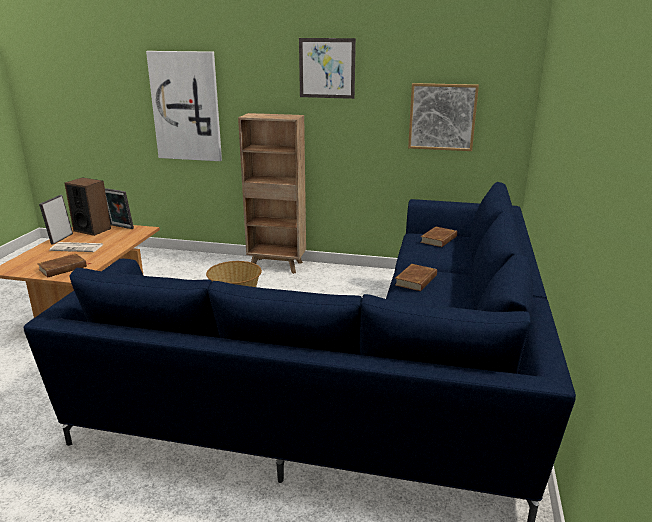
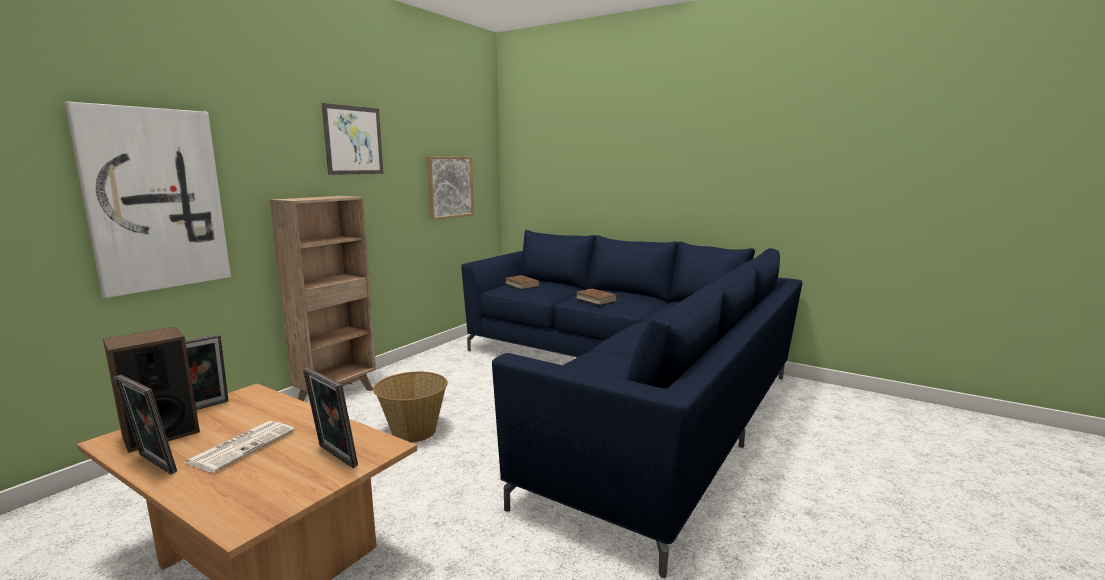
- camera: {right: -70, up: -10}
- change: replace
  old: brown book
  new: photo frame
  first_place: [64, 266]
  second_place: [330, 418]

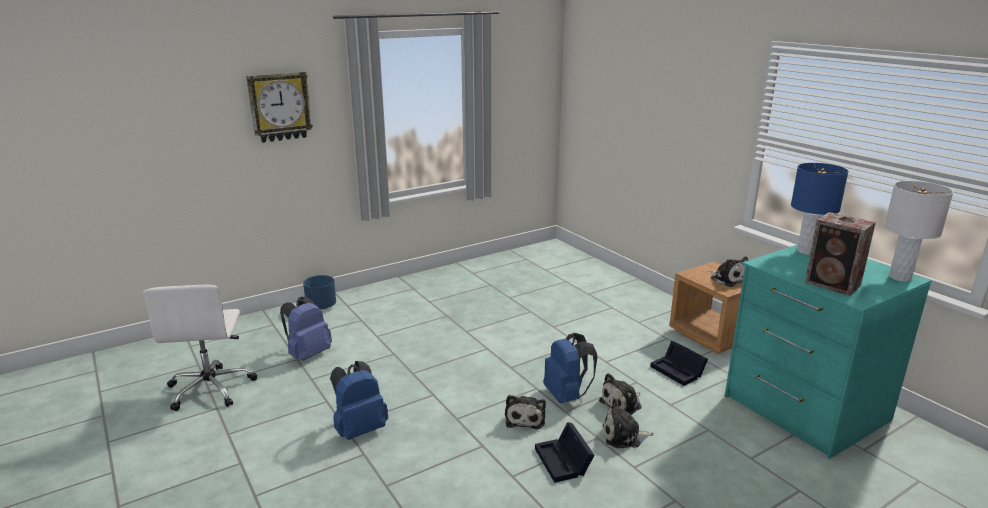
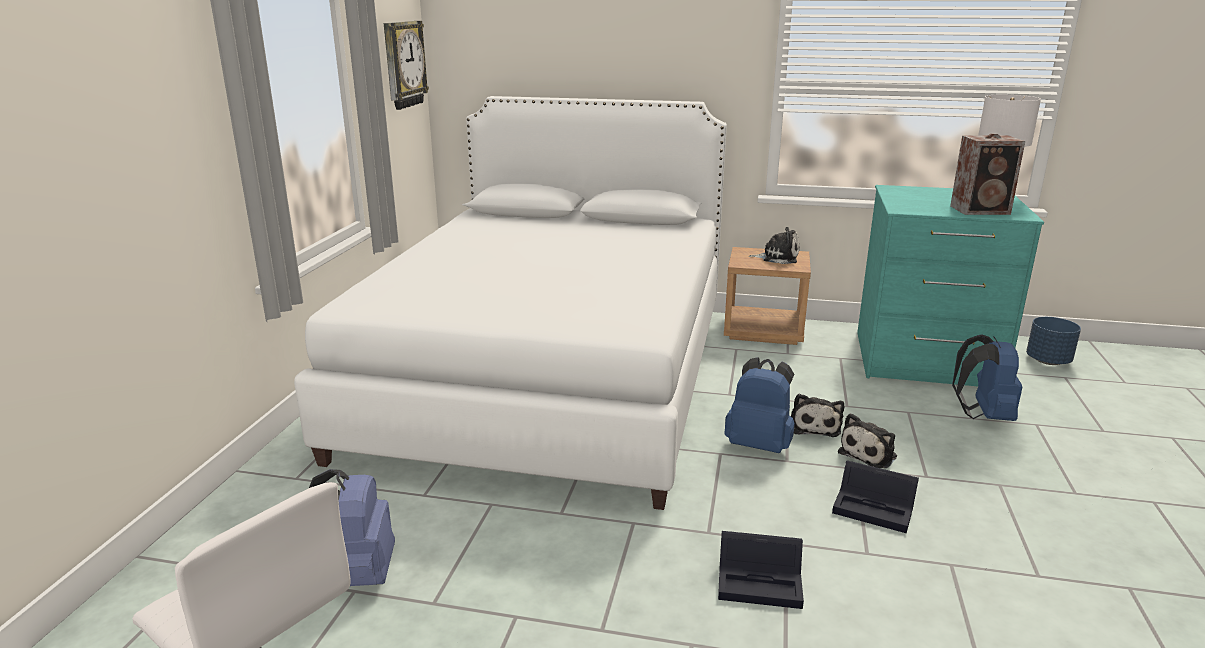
- camera: {right: -45, up: 0}
- change: insert
  new: white bed
  second_place: [510, 303]
- change: move
  old: wall clock
  first_place: [279, 107]
  second_place: [406, 65]
- change: move
  old: blackish storage box
  first_place: [679, 363]
  second_place: [761, 570]
- change: move
  old: blue-coloured backpack
  first_place: [359, 400]
  second_place: [987, 377]
- change: move
  old: blue-coloured plant pot
  first_place: [319, 292]
  second_place: [1053, 341]
- change: delete
  old: plush toy
  first_place: [525, 412]
- change: delete
  old: blue-coloured lamp for a table
  first_place: [819, 209]

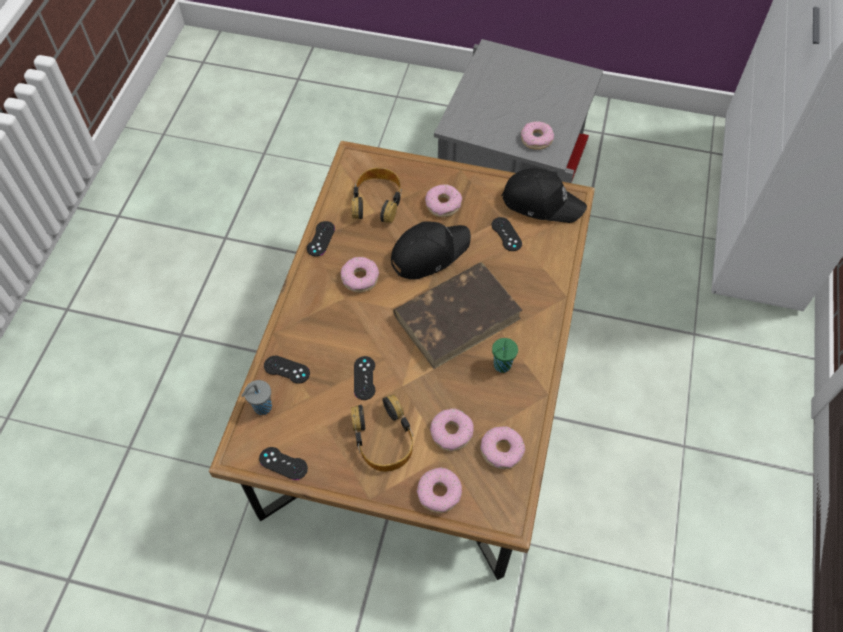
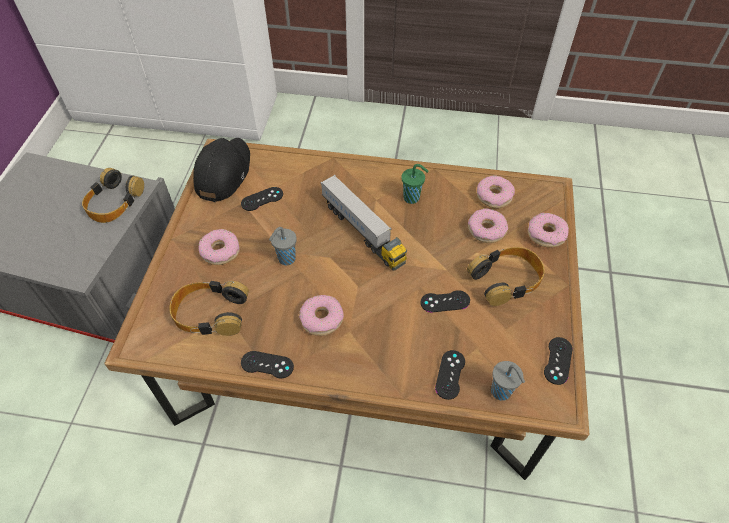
- camera: {right: -95, up: -5}
- change: replace
  old: donut
  new: pair of headphones
  first_place: [537, 135]
  second_place: [113, 195]
- change: replace
  old: blackish baseball cap
  new: gray drinking cup
  first_place: [431, 251]
  second_place: [283, 246]
- change: replace
  old: brown book
  new: model truck
  first_place: [457, 315]
  second_place: [363, 223]

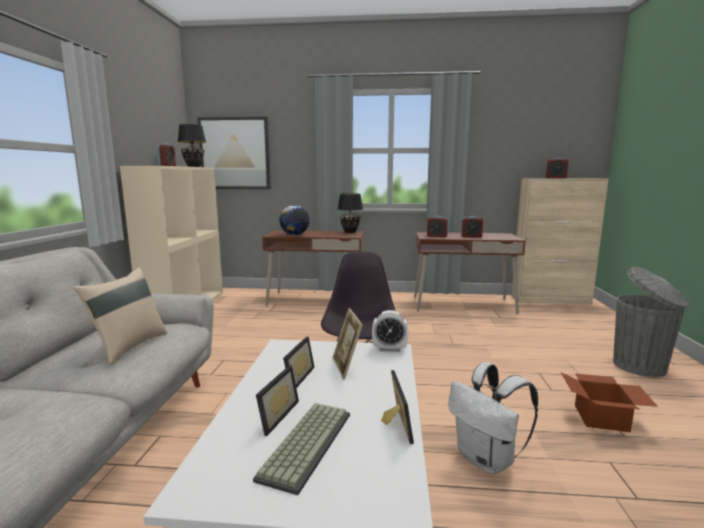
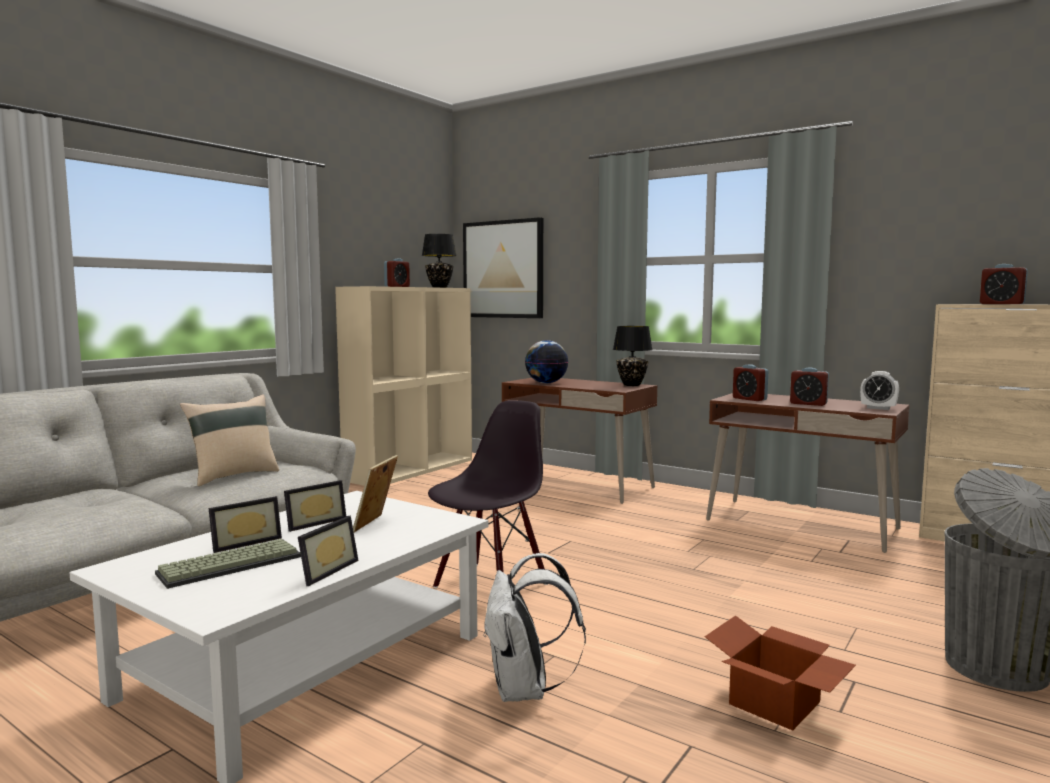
- camera: {right: 30, up: -5}
- change: move
  old: alarm clock
  first_place: [390, 331]
  second_place: [879, 390]

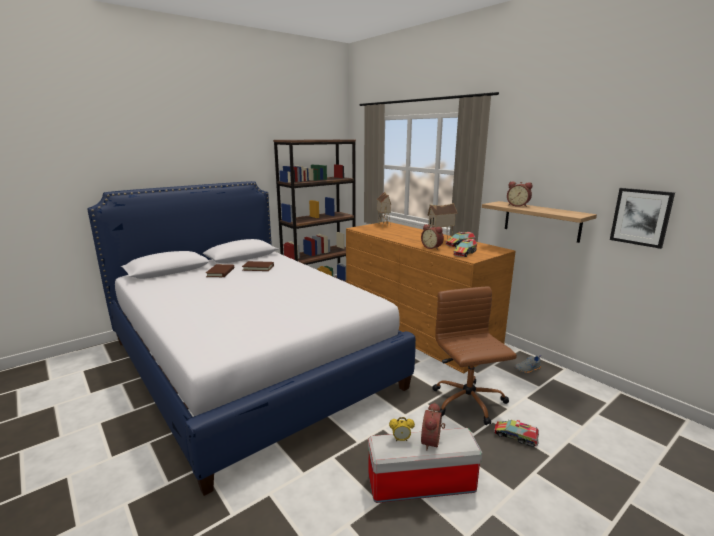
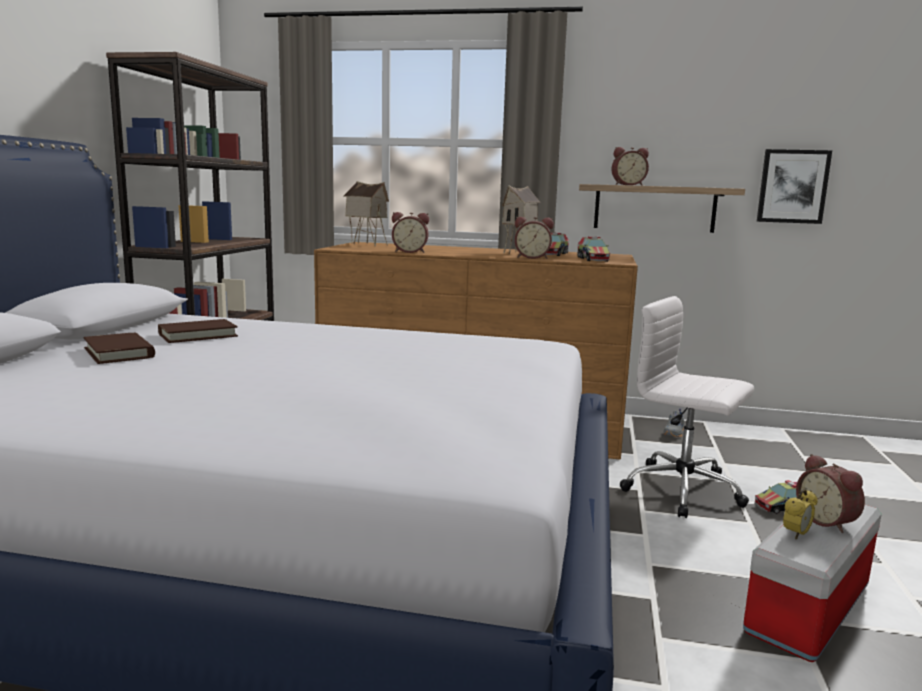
- camera: {right: -40, up: -5}
- change: insert
  new: alarm clock
  second_place: [410, 232]
- change: recolor
  old: brown computer chair
  new: white computer chair
  first_place: [475, 356]
  second_place: [687, 407]

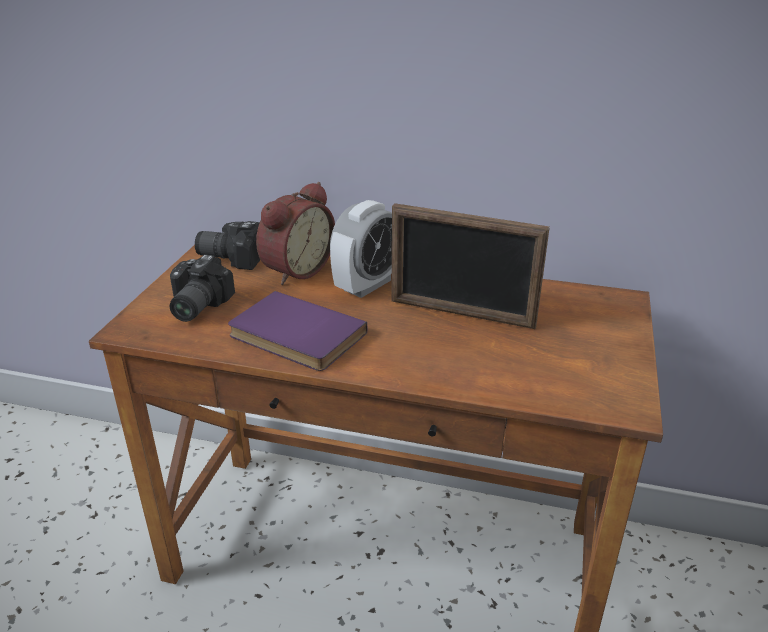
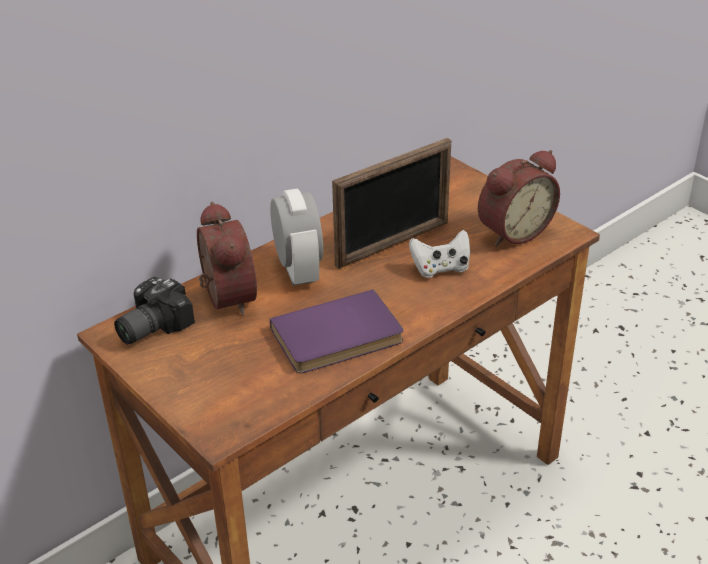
- camera: {right: -55, up: 5}
- change: insert
  new: white game controller
  second_place: [439, 254]
- change: insert
  new: alarm clock
  second_place: [519, 198]
- change: delete
  old: photo camera
  first_place: [202, 288]

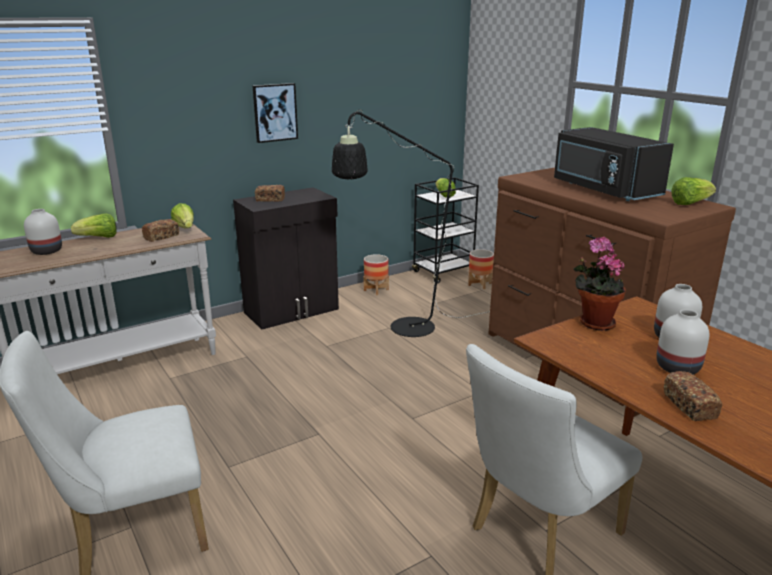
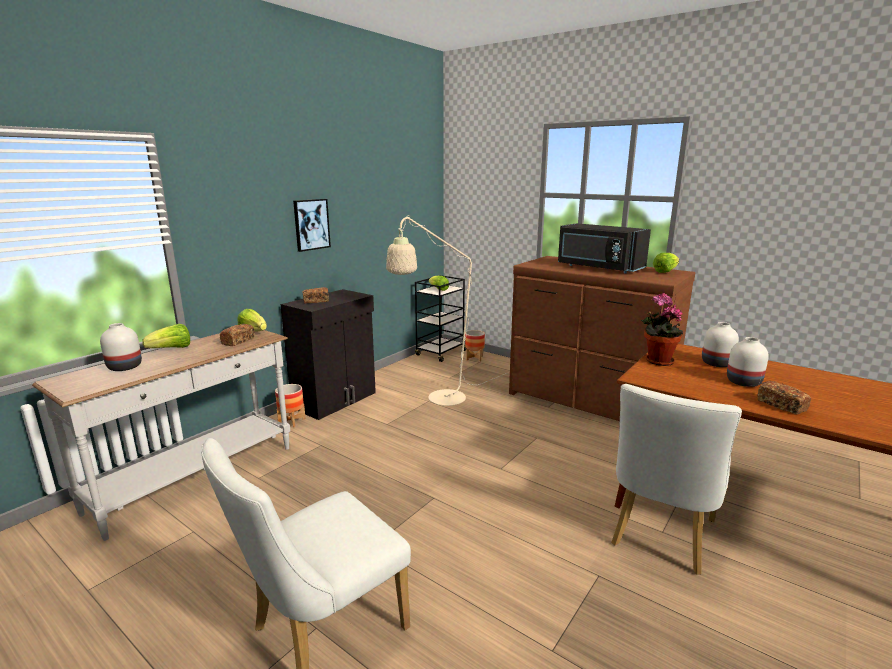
- camera: {right: -20, up: -5}
- change: move
  old: plant pot
  first_place: [376, 274]
  second_place: [290, 406]
- change: recolor
  old: blackish standard lamp
  new: beige-coloured standard lamp
  first_place: [411, 223]
  second_place: [447, 310]

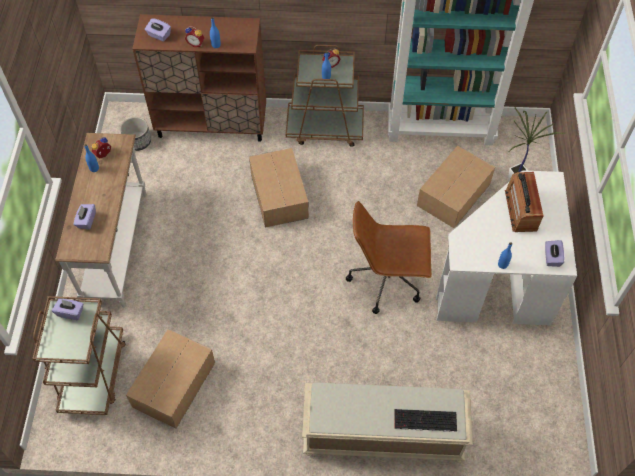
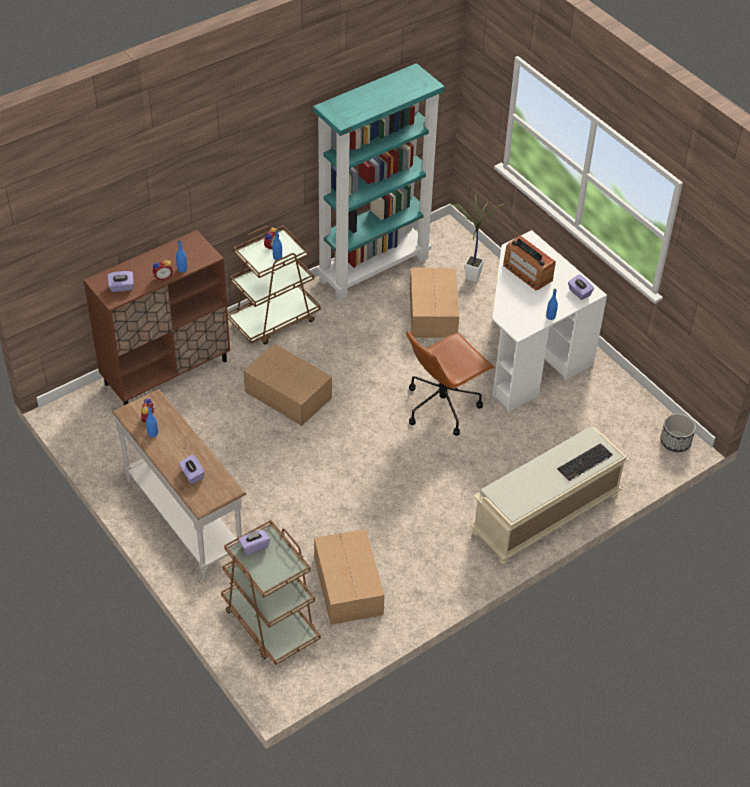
- camera: {right: -40, up: -10}
- change: move
  old: plant pot
  first_place: [135, 134]
  second_place: [678, 433]

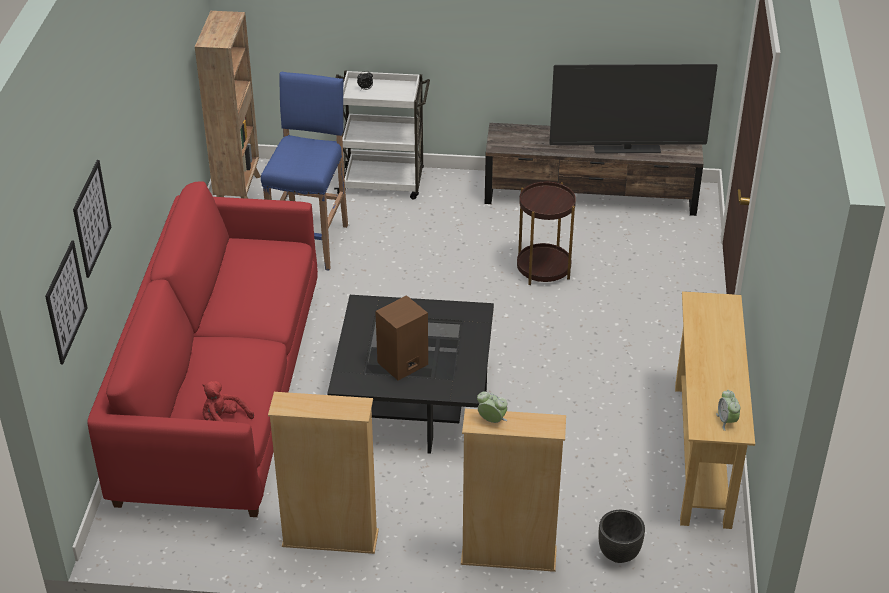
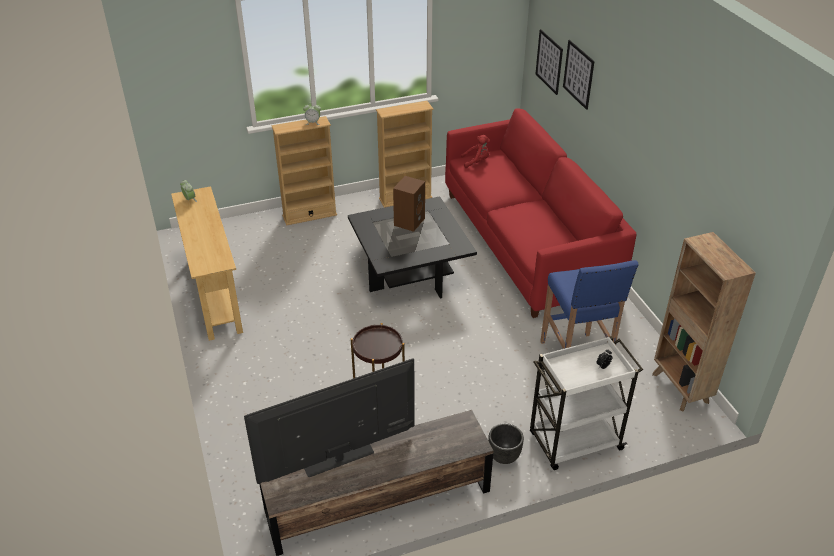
- camera: {right: 155, up: 0}
- change: move
  old: blackish plant pot
  first_place: [622, 536]
  second_place: [506, 443]

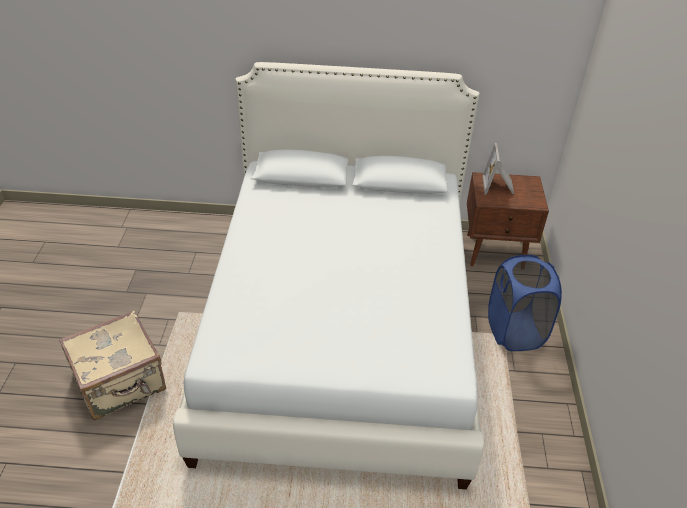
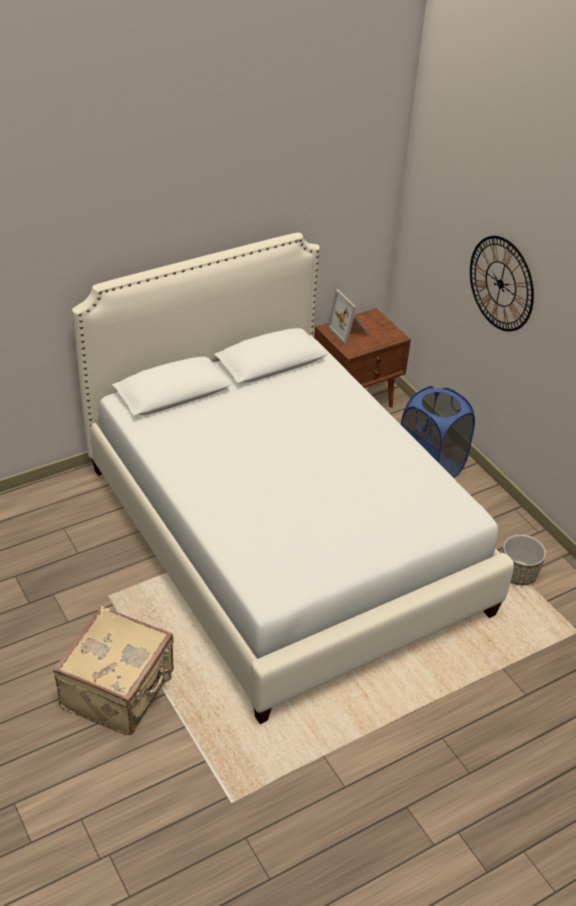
- camera: {right: -35, up: 0}
- change: insert
  new: wall clock
  second_place: [502, 284]
- change: insert
  new: plant pot
  second_place: [524, 560]

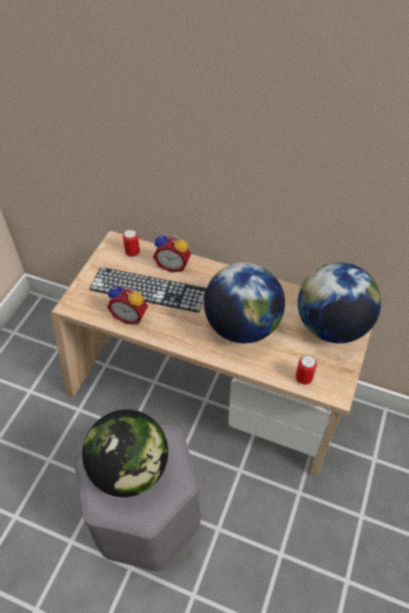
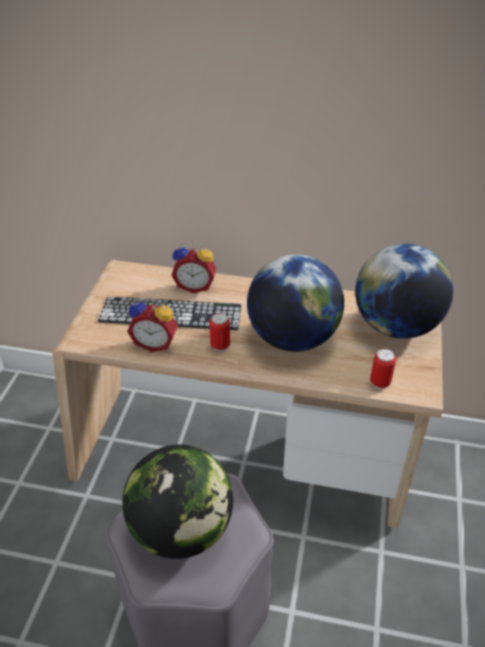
- camera: {right: -10, up: -10}
- change: move
  old: sealed can
  first_place: [131, 243]
  second_place: [219, 332]

